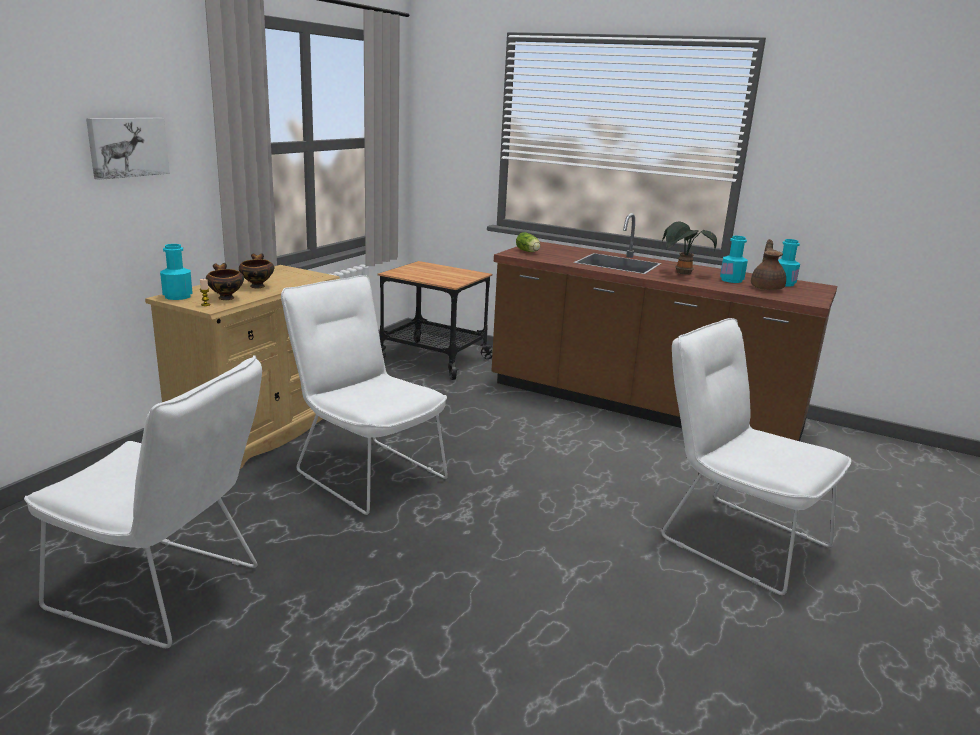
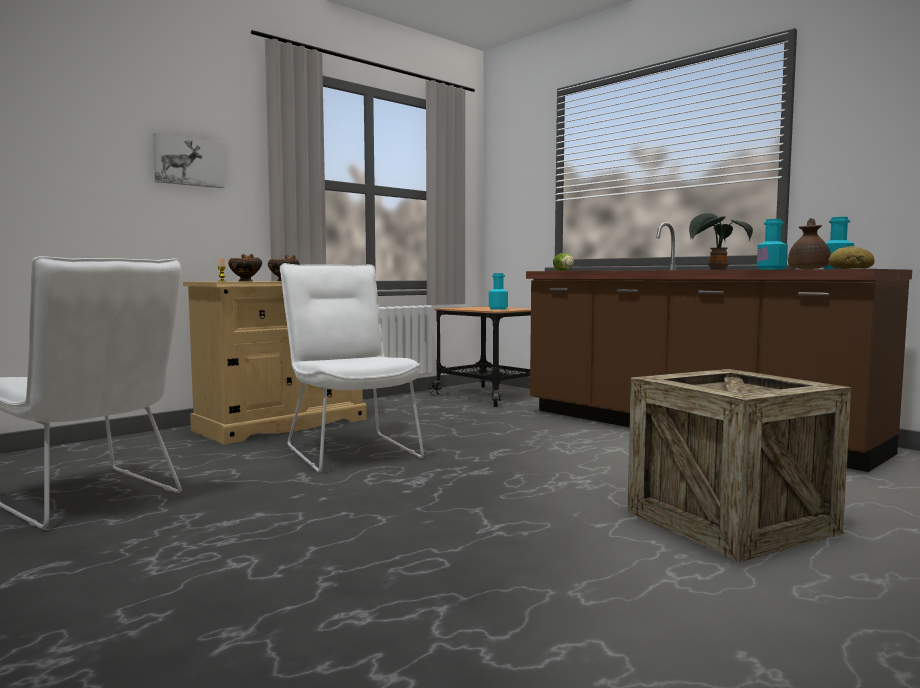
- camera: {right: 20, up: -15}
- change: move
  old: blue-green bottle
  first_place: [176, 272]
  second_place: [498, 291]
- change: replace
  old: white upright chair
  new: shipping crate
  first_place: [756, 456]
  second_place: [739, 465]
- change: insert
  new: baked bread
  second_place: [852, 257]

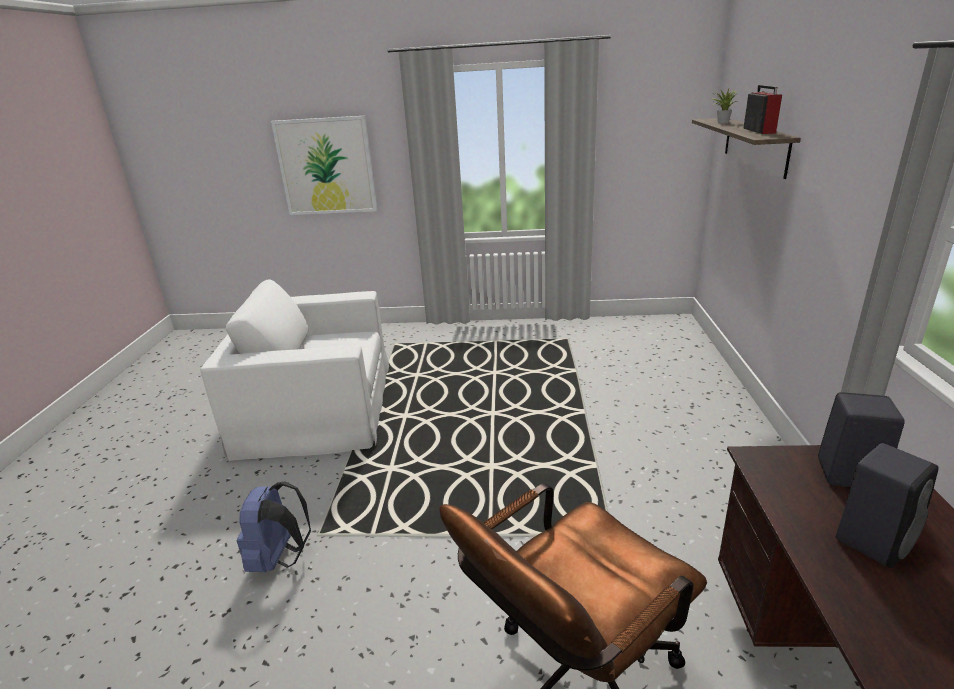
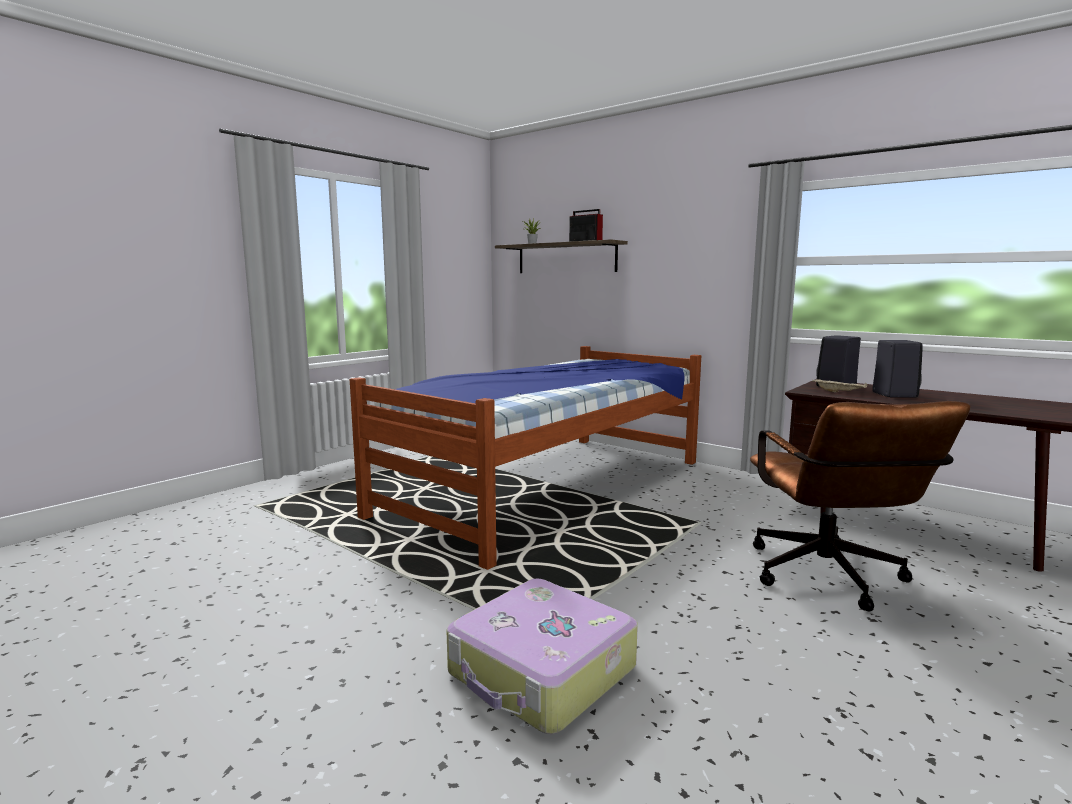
- camera: {right: -55, up: -15}
- change: insert
  new: bed
  second_place: [525, 458]
- change: replace
  old: blue-coloured backpack
  new: piece of luggage
  first_place: [274, 526]
  second_place: [542, 656]
- change: insert
  new: beige-coloured carrying tray
  second_place: [839, 385]
- change: delete
  old: white lounge chair
  first_place: [295, 370]
- change: delete
  old: picture
  first_place: [324, 165]

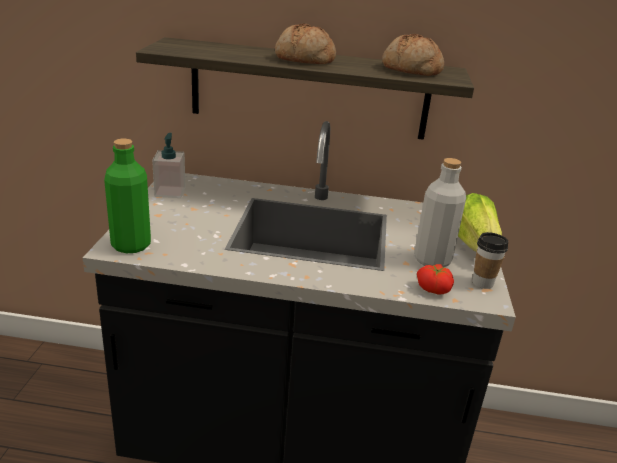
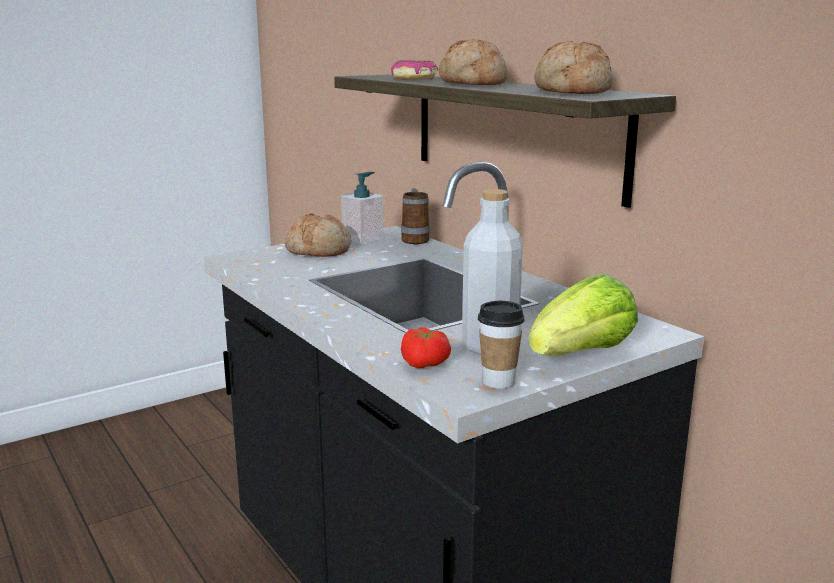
- camera: {right: 50, up: -10}
- change: insert
  new: baked bread
  second_place: [318, 235]
- change: insert
  new: donut
  second_place: [414, 69]
- change: insert
  new: coffee mug
  second_place: [415, 216]
- change: delete
  old: green bottle
  first_place: [127, 196]

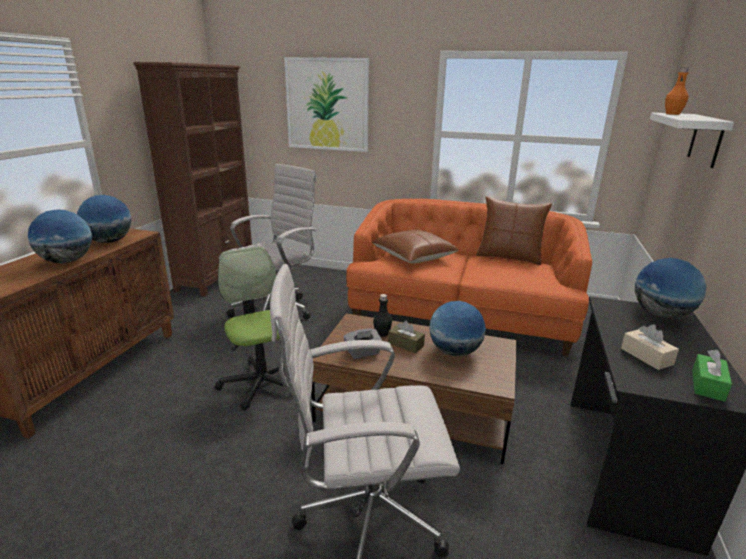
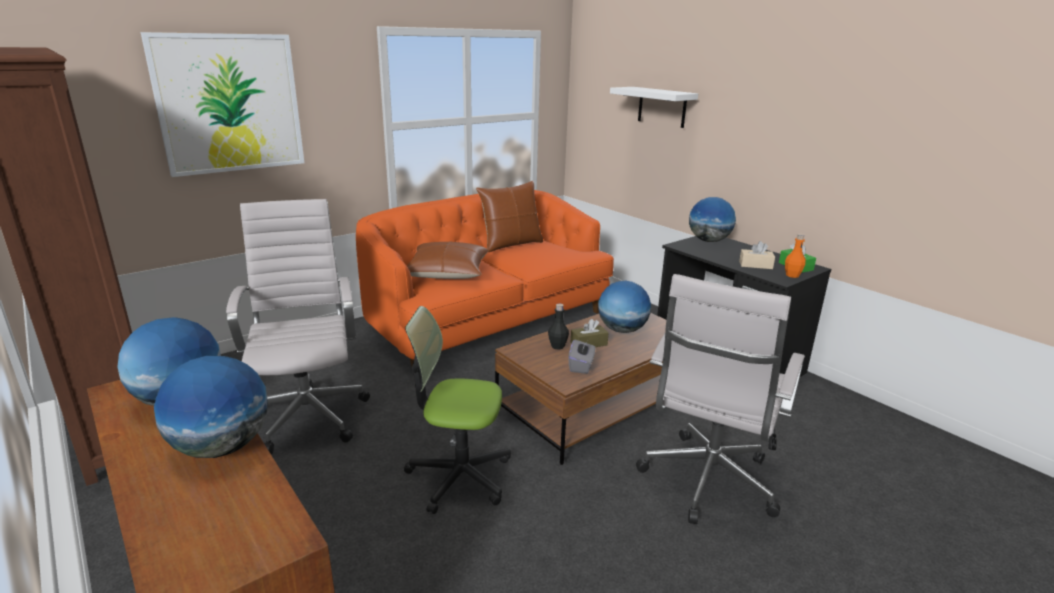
- camera: {right: -55, up: 0}
- change: move
  old: orange bottle
  first_place: [677, 91]
  second_place: [795, 256]

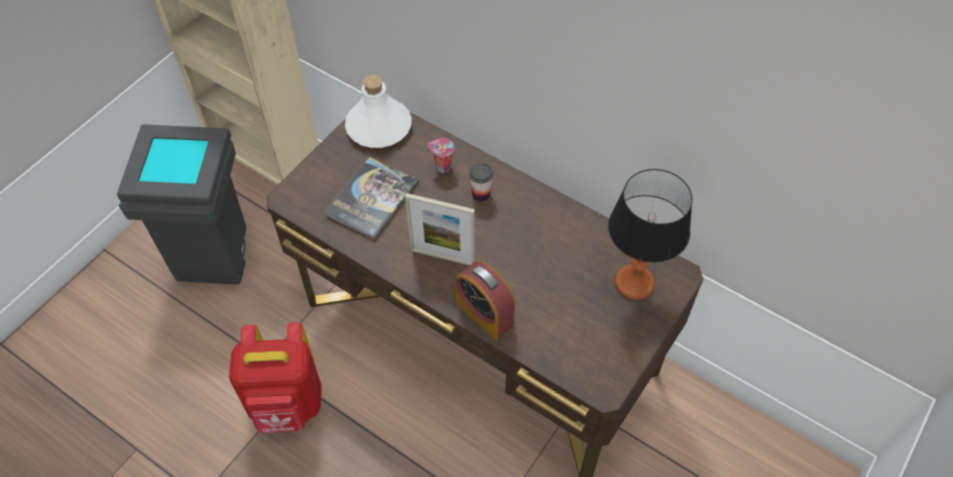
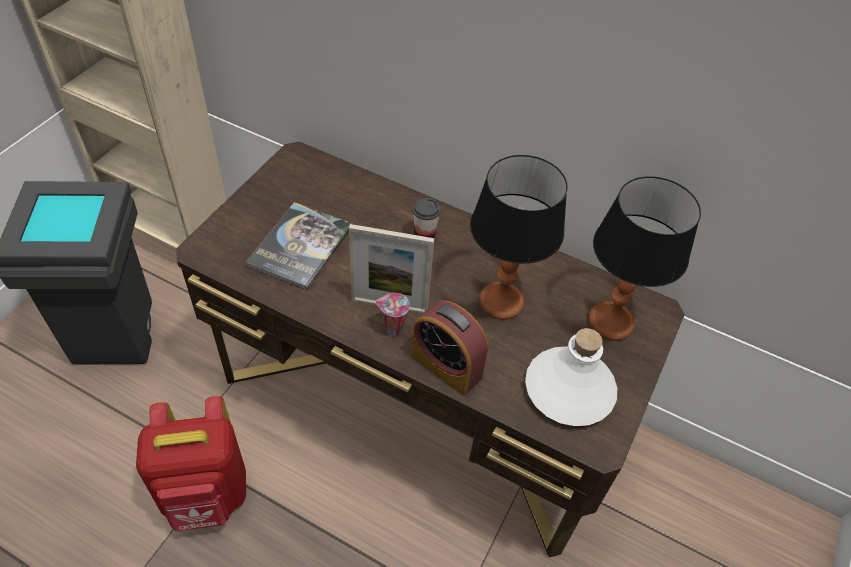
- camera: {right: -10, up: -5}
- change: move
  old: drinking cup
  first_place: [441, 155]
  second_place: [392, 314]
- change: insert
  new: lamp for a table
  second_place: [518, 237]
- change: move
  old: white bottle
  first_place: [378, 111]
  second_place: [571, 377]

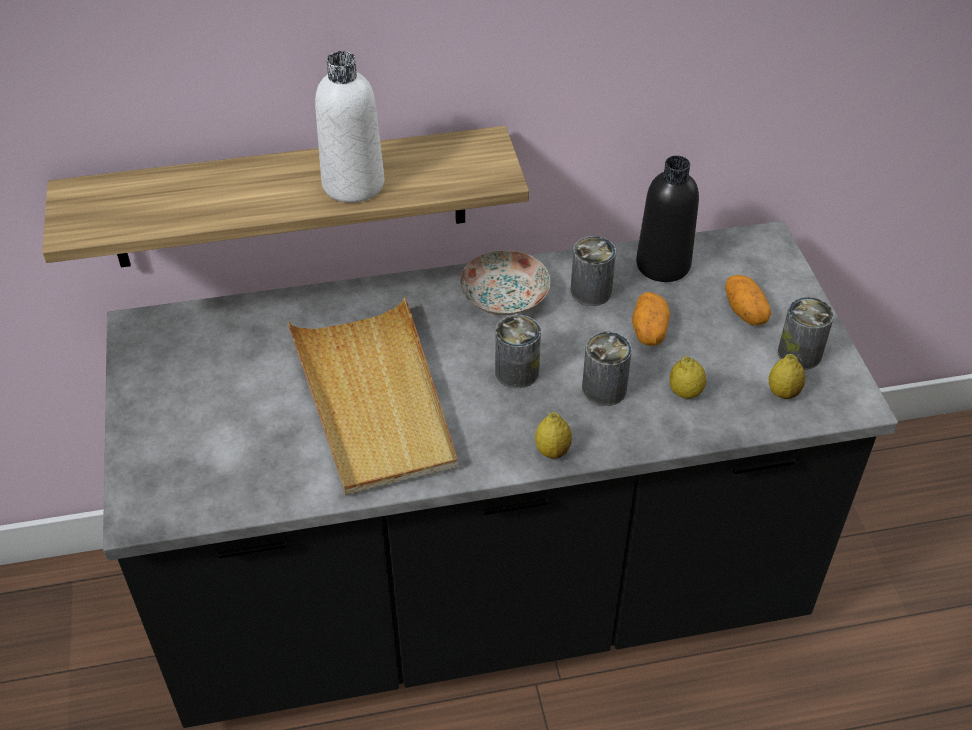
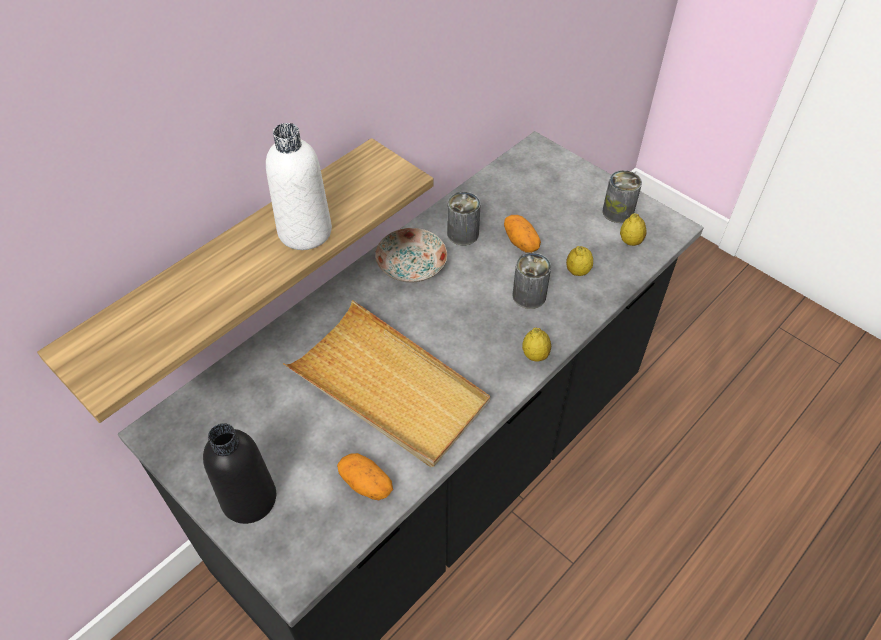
- camera: {right: -35, up: 5}
- change: move
  old: blackish bottle
  first_place: [667, 219]
  second_place: [239, 473]
- change: move
  old: spud
  first_place: [748, 300]
  second_place: [365, 476]
- change: delete
  old: sealed can
  first_place: [518, 351]

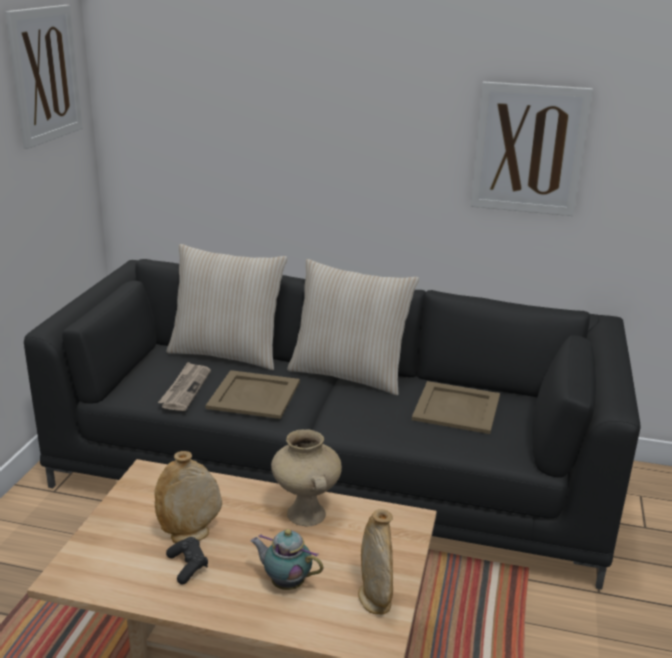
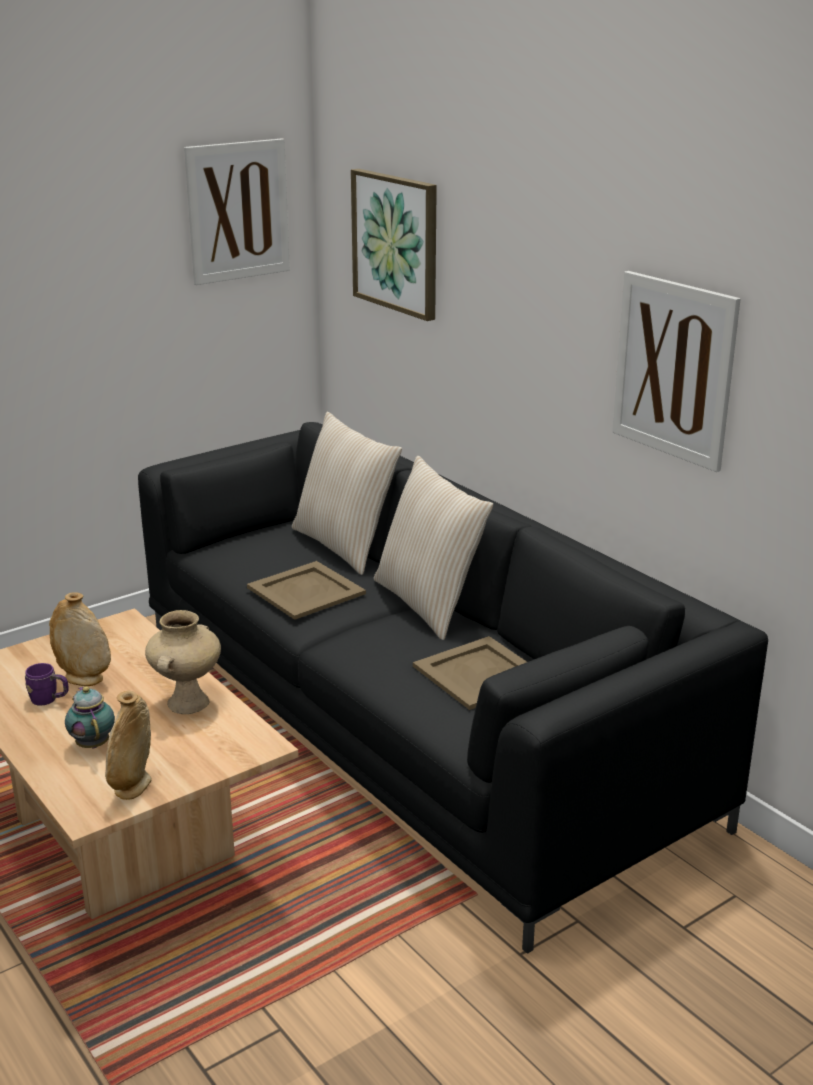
- camera: {right: 40, up: 0}
- change: replace
  old: blackish game controller
  new: purplish coffee mug
  first_place: [187, 560]
  second_place: [47, 684]
- change: insert
  new: picture
  second_place: [394, 245]
- change: delete
  old: daily paper
  first_place: [184, 386]

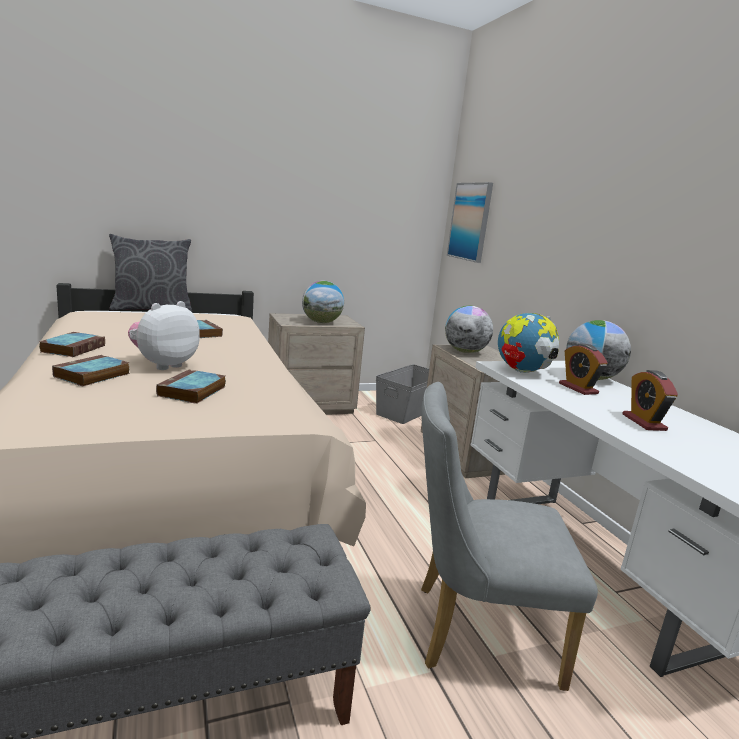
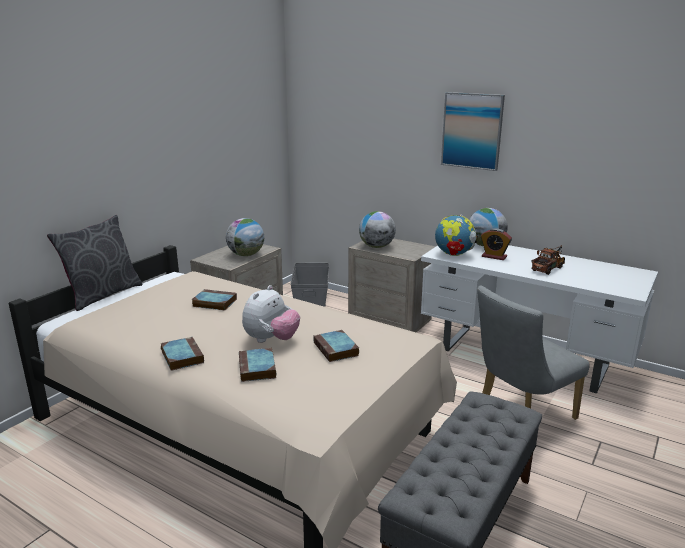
- camera: {right: -35, up: 5}
- change: rotate
  old: plush toy
  first_place: [164, 335]
  second_place: [271, 314]
  degrees: -150
- change: move
  old: picture
  first_place: [470, 222]
  second_place: [473, 131]
- change: replace
  old: alarm clock
  new: model truck
  first_place: [650, 400]
  second_place: [548, 260]

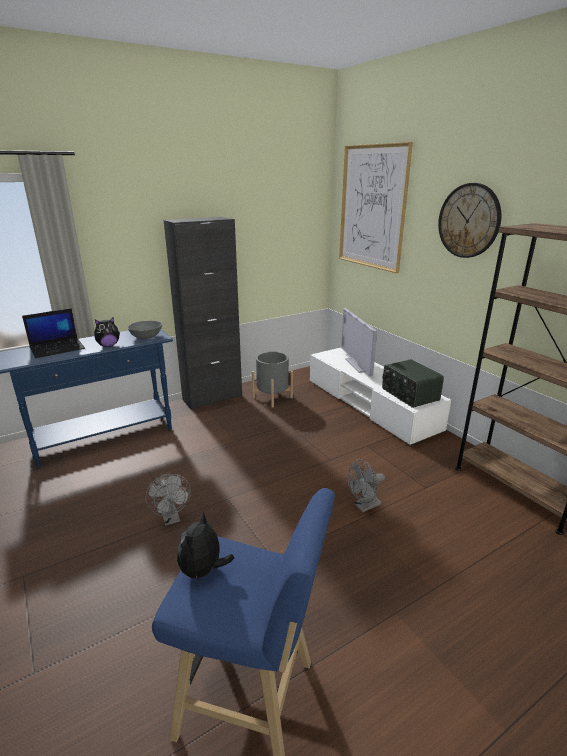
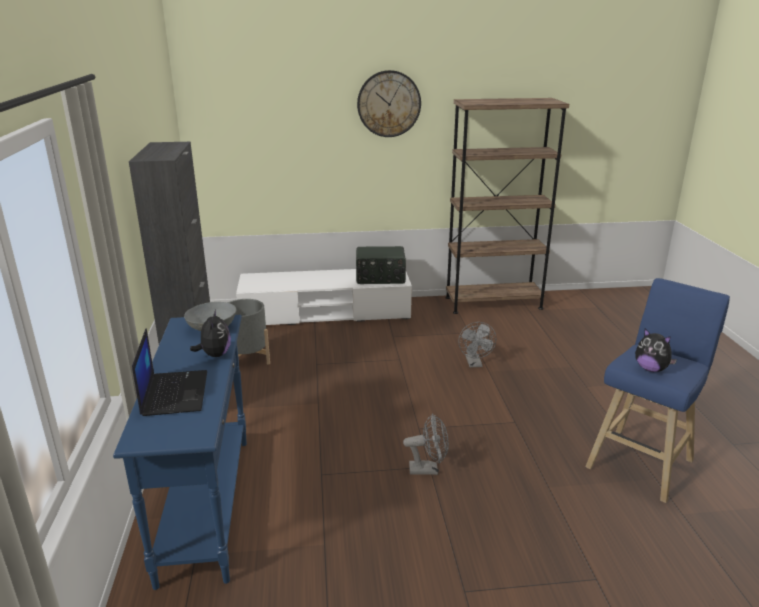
- camera: {right: -65, up: 0}
- change: delete
  old: picture
  first_place: [376, 207]
- change: delete
  old: TV
  first_place: [359, 342]

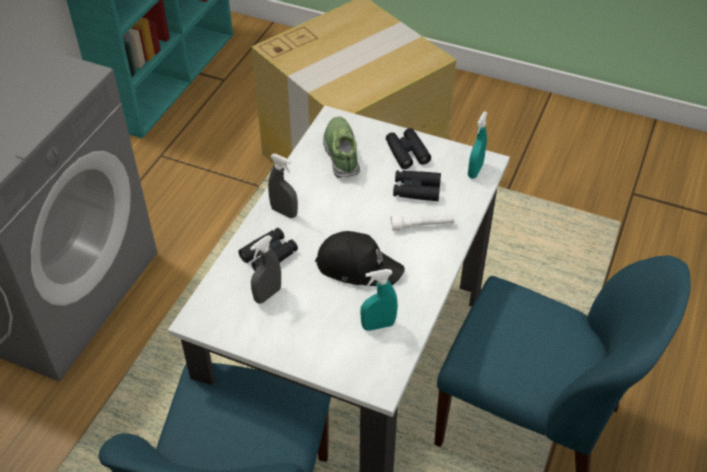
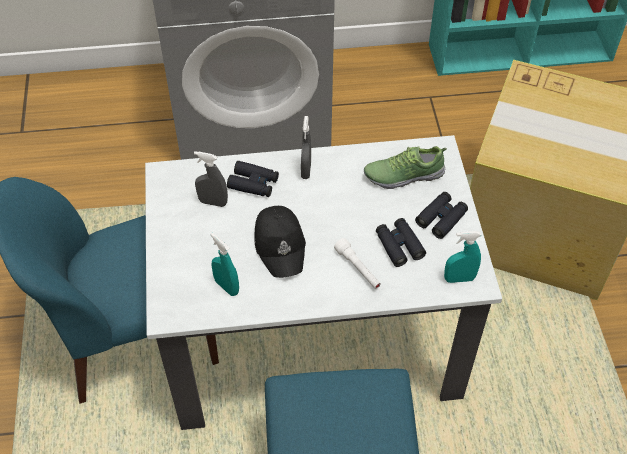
- camera: {right: 60, up: 5}
- change: rotate
  old: item of footwear
  first_place: [341, 147]
  second_place: [405, 167]
  degrees: -150

